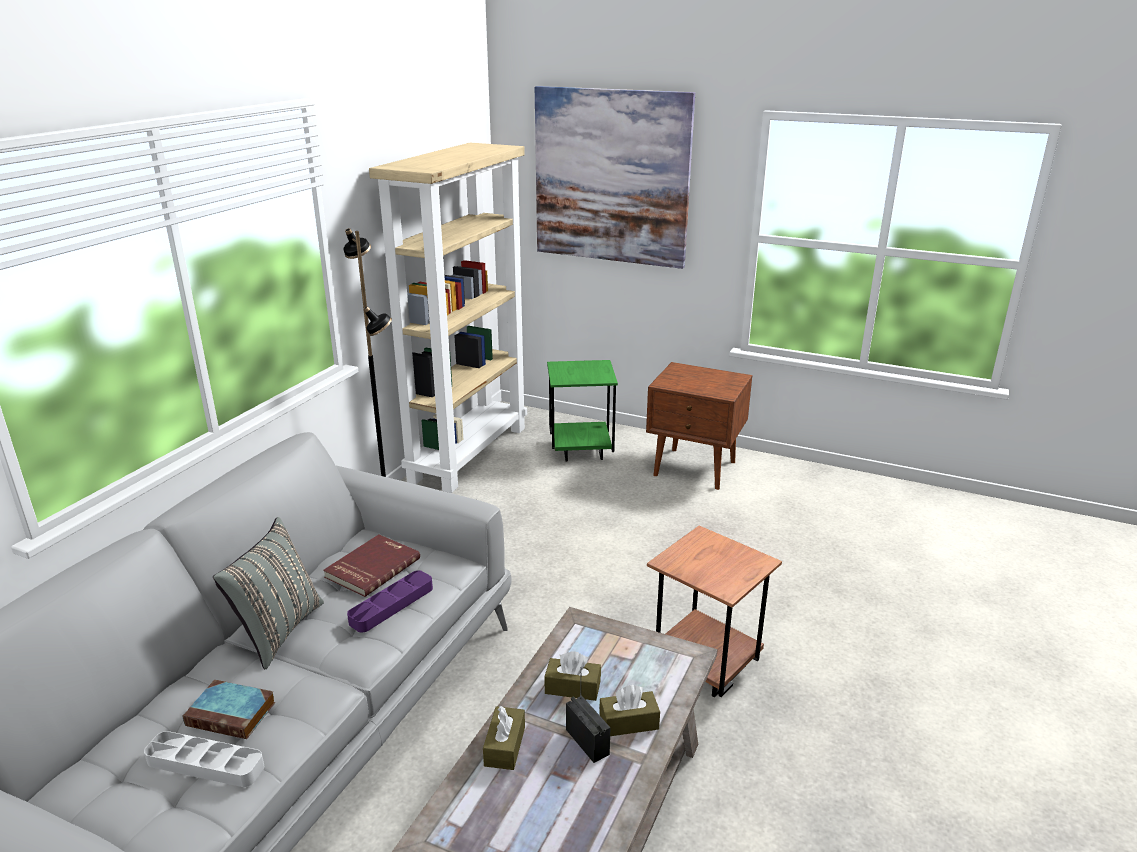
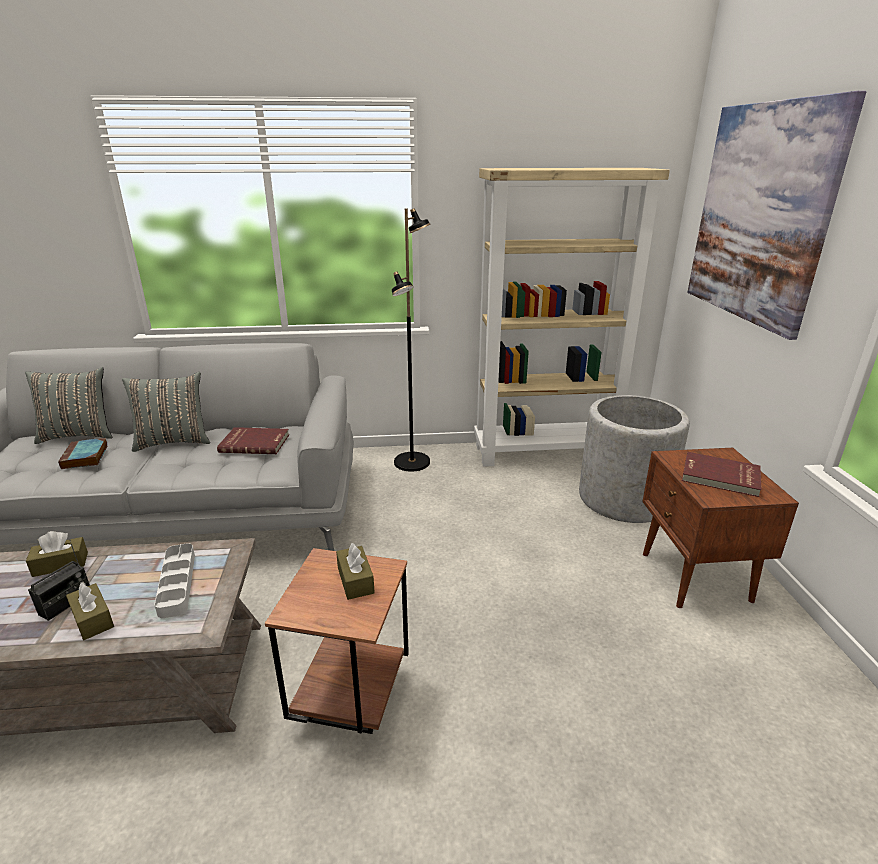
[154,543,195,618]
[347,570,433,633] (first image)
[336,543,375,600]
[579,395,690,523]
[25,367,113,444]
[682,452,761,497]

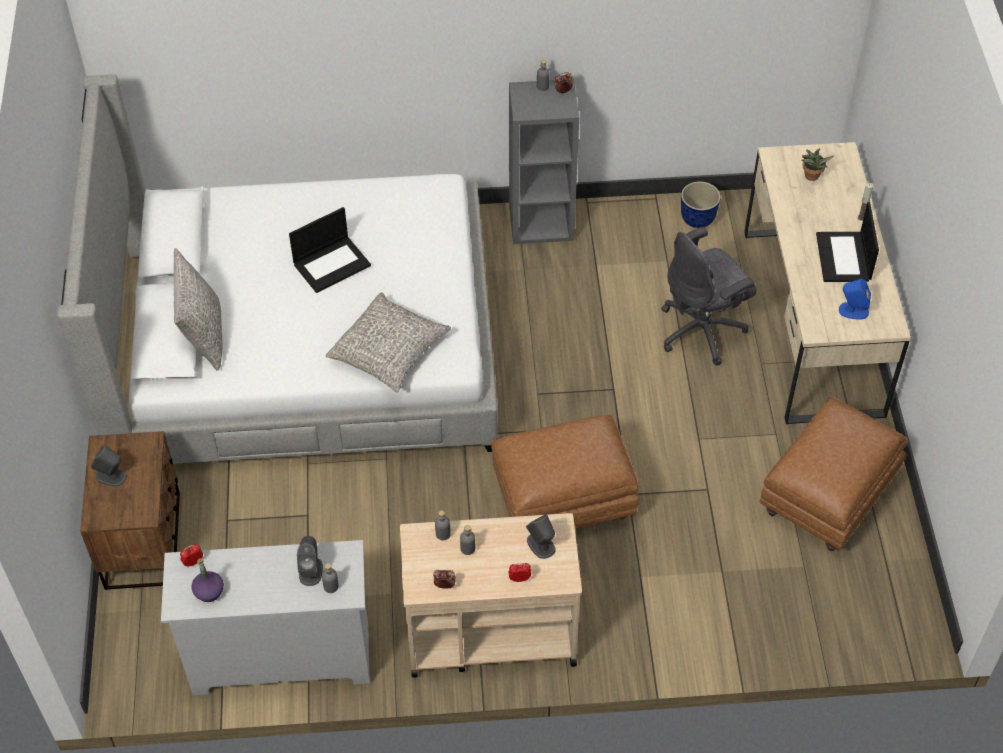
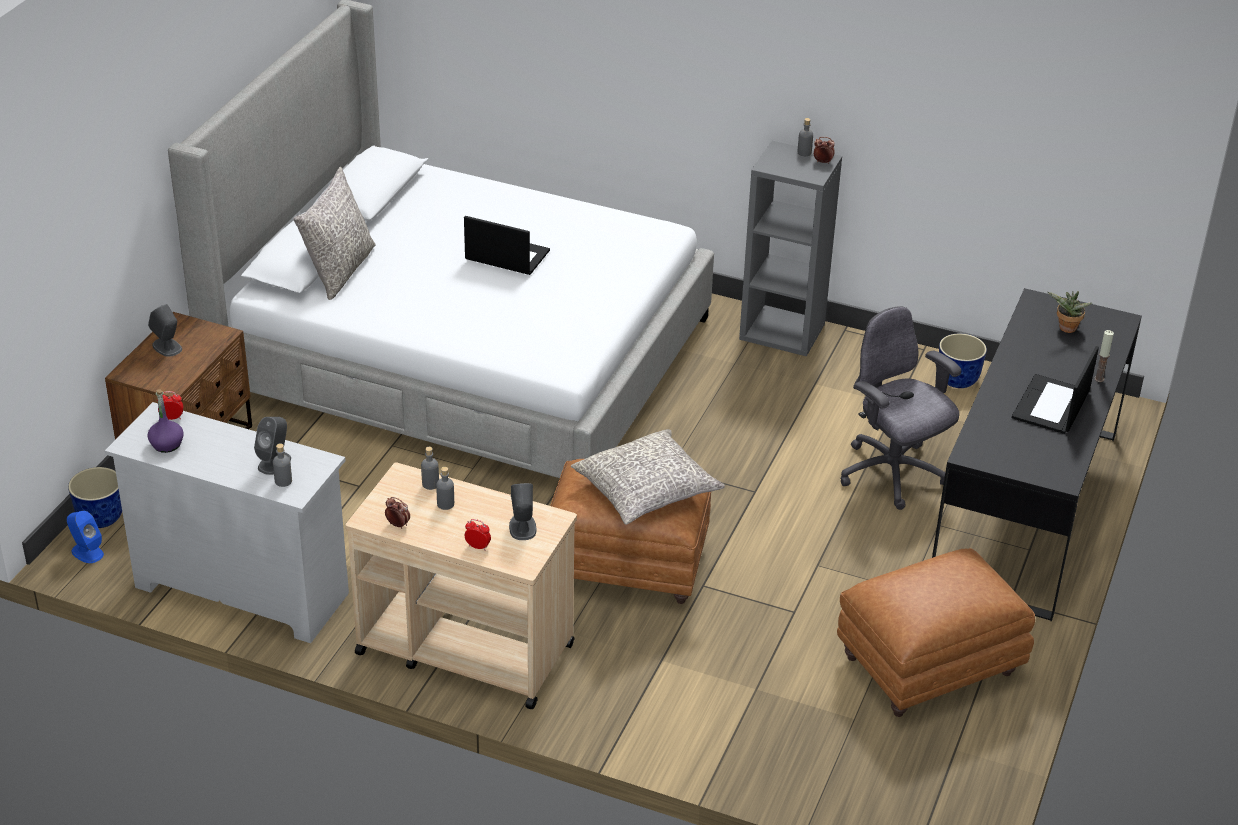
[464,216,550,275]
[571,429,725,525]
[840,306,961,510]
[932,288,1142,622]
[67,511,104,563]
[68,467,122,528]

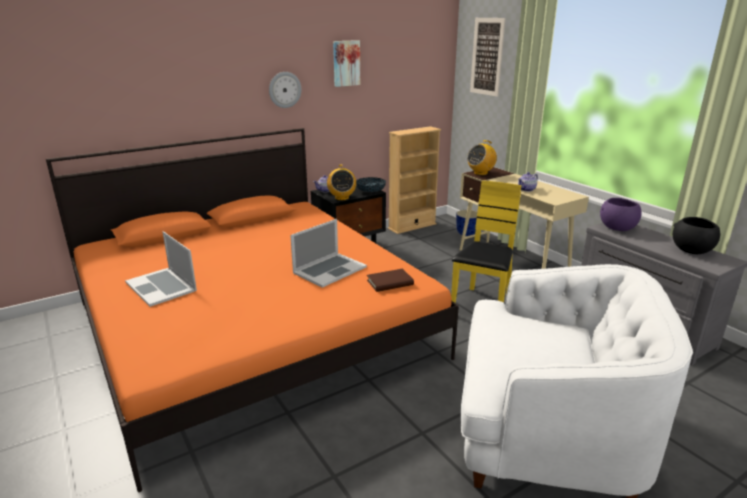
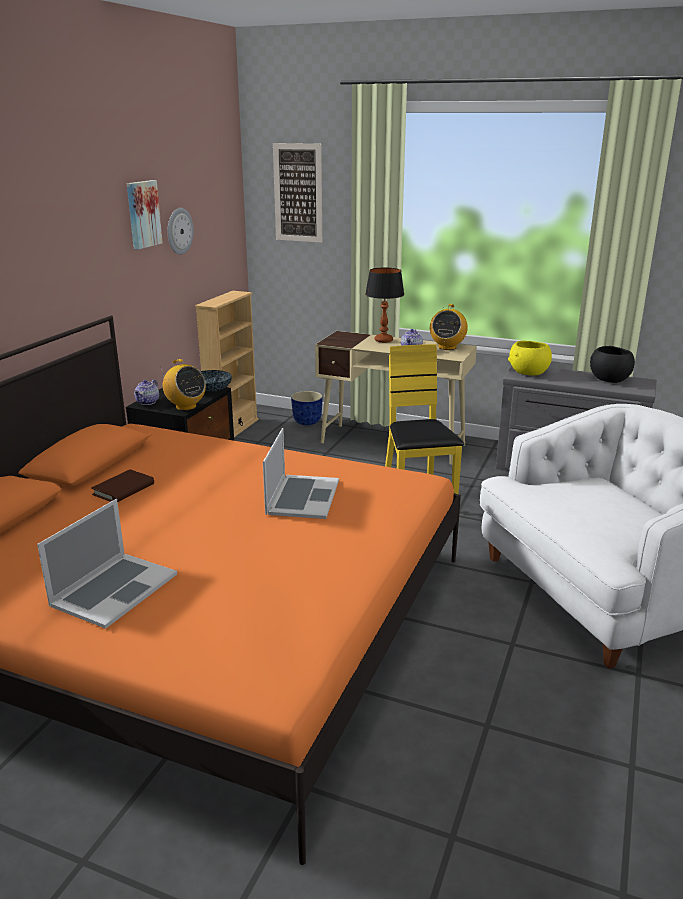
[37,499,177,629]
[167,208,194,255]
[91,469,154,502]
[430,304,468,350]
[508,340,552,375]
[365,268,404,343]

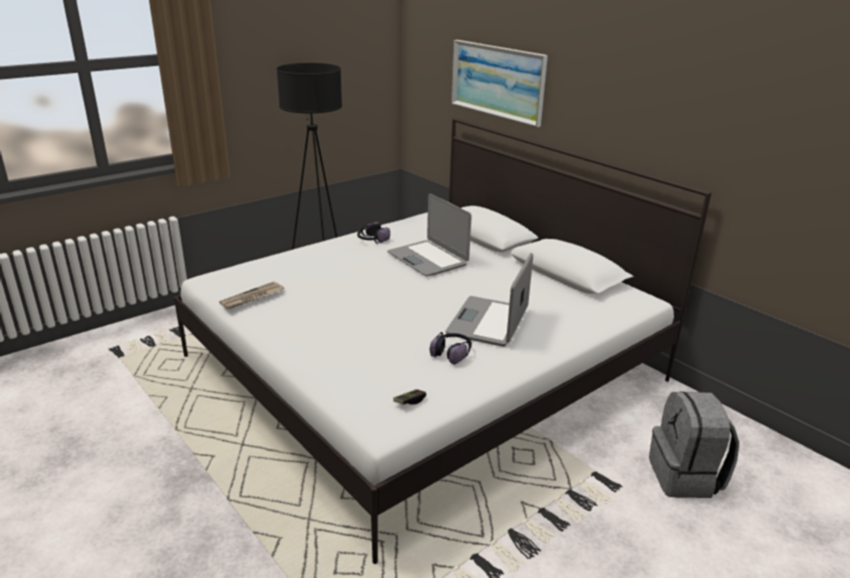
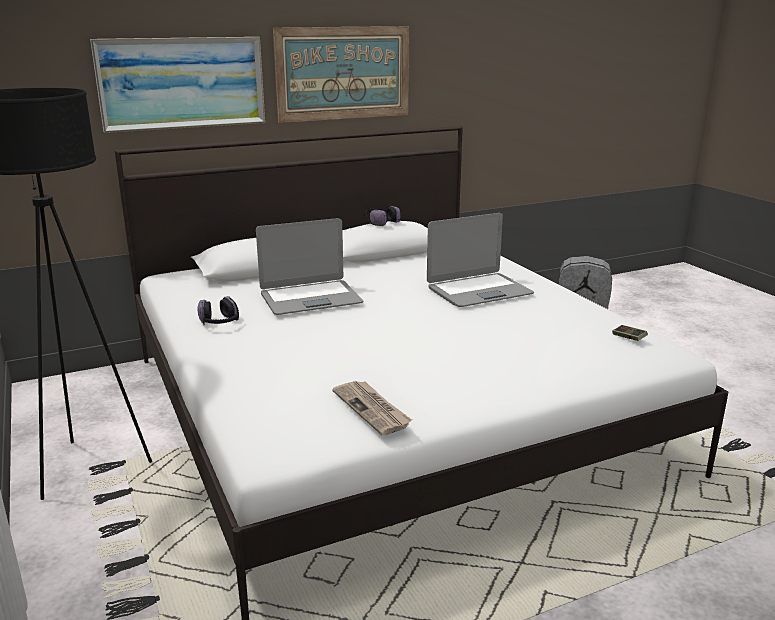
[364,205,401,226]
[427,213,534,307]
[273,26,409,123]

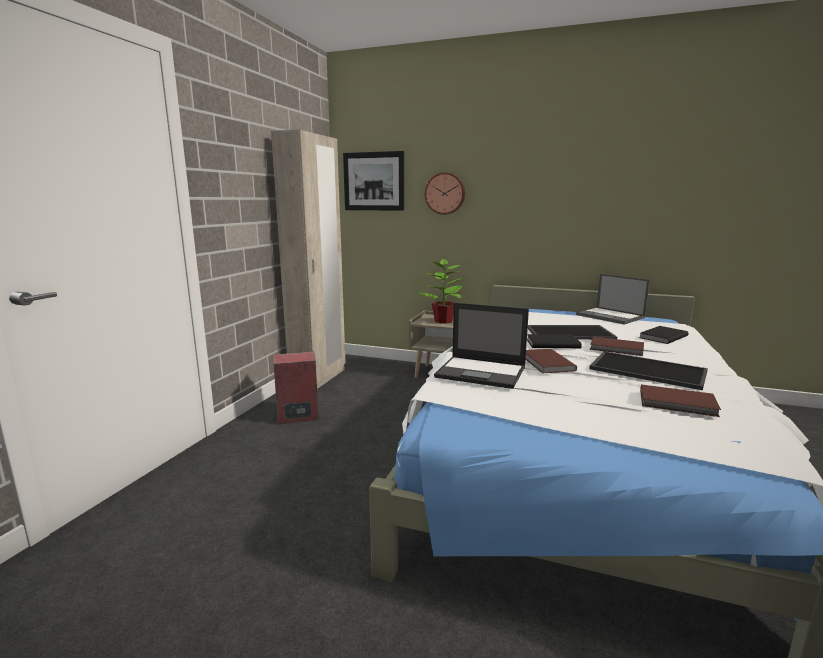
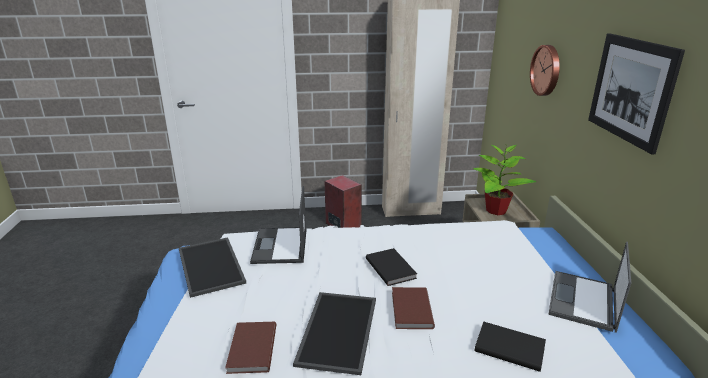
[588,34,685,154]
[526,349,577,373] (first image)
[179,237,246,298]

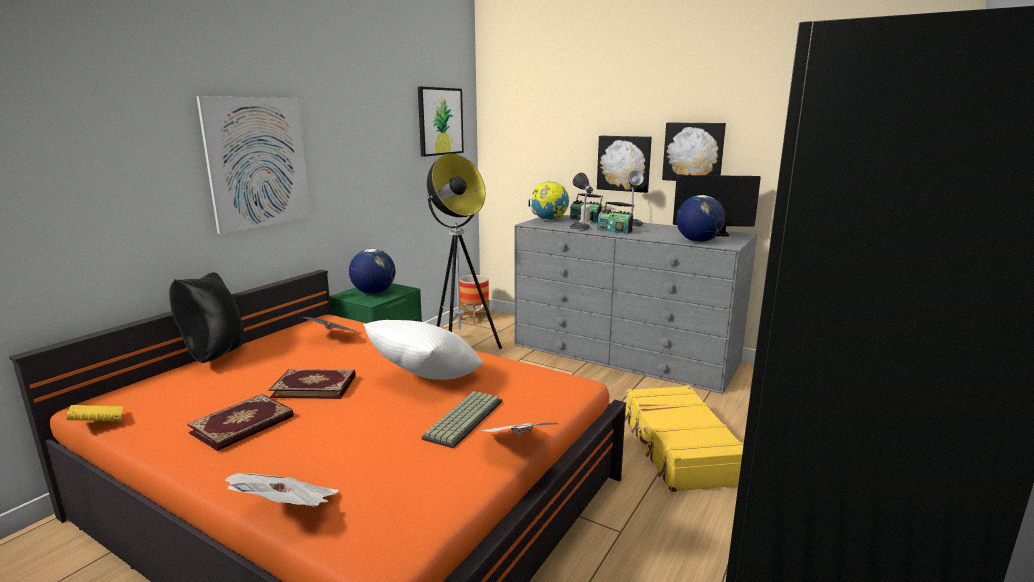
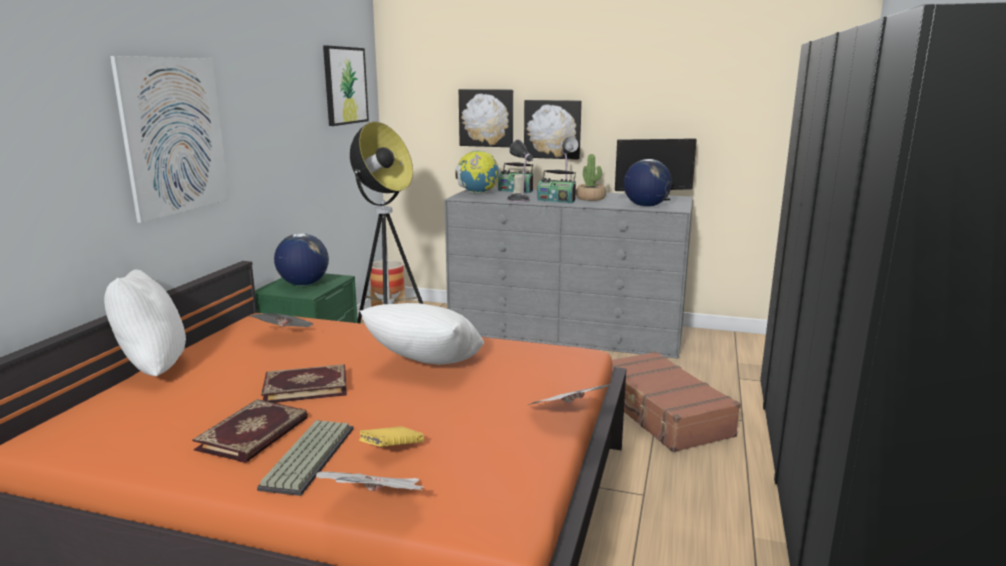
[359,426,424,447]
[104,270,186,376]
[257,420,354,496]
[612,351,741,452]
[459,89,513,147]
[576,154,606,201]

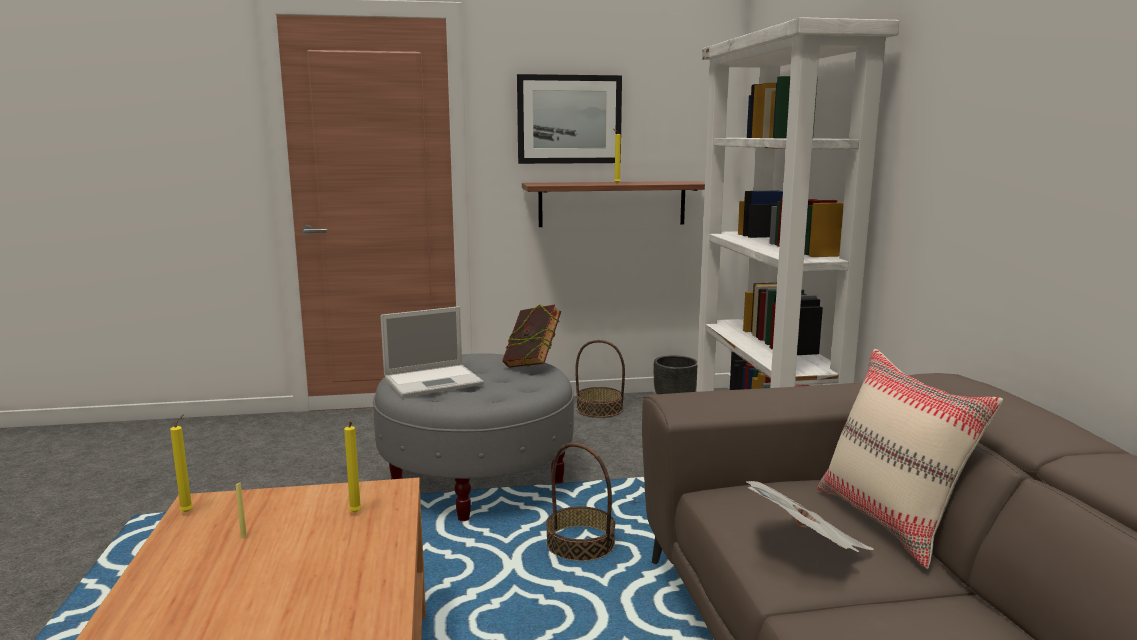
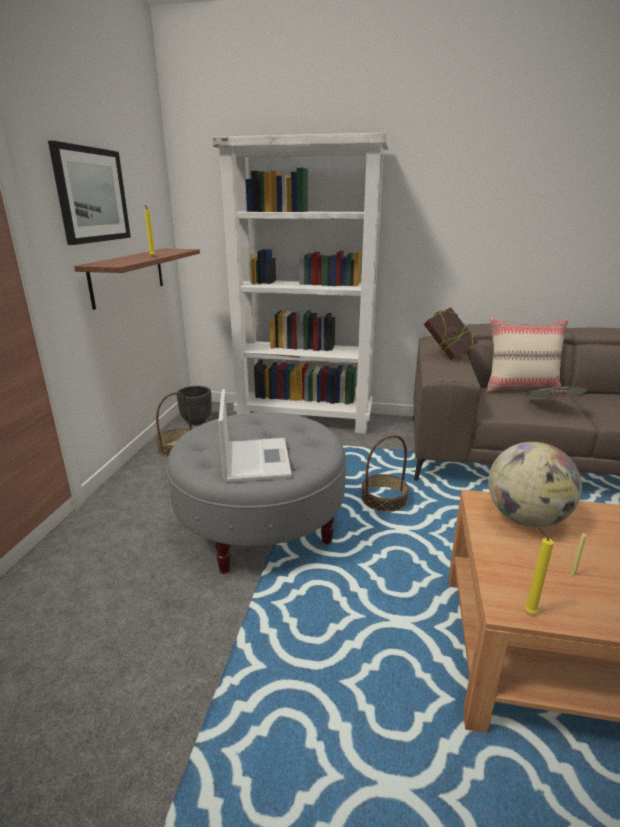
[488,442,582,527]
[424,307,478,360]

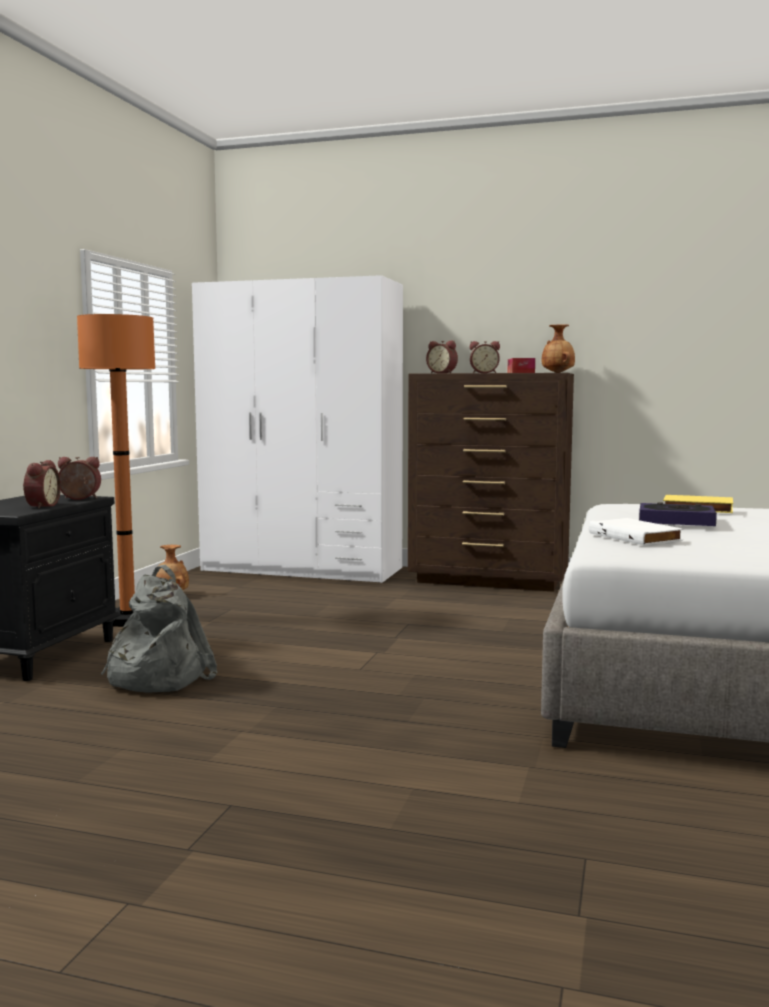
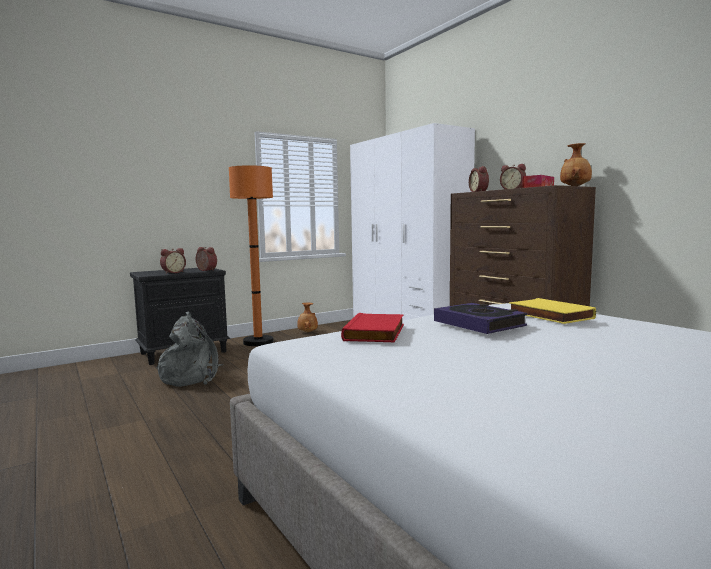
[341,313,404,342]

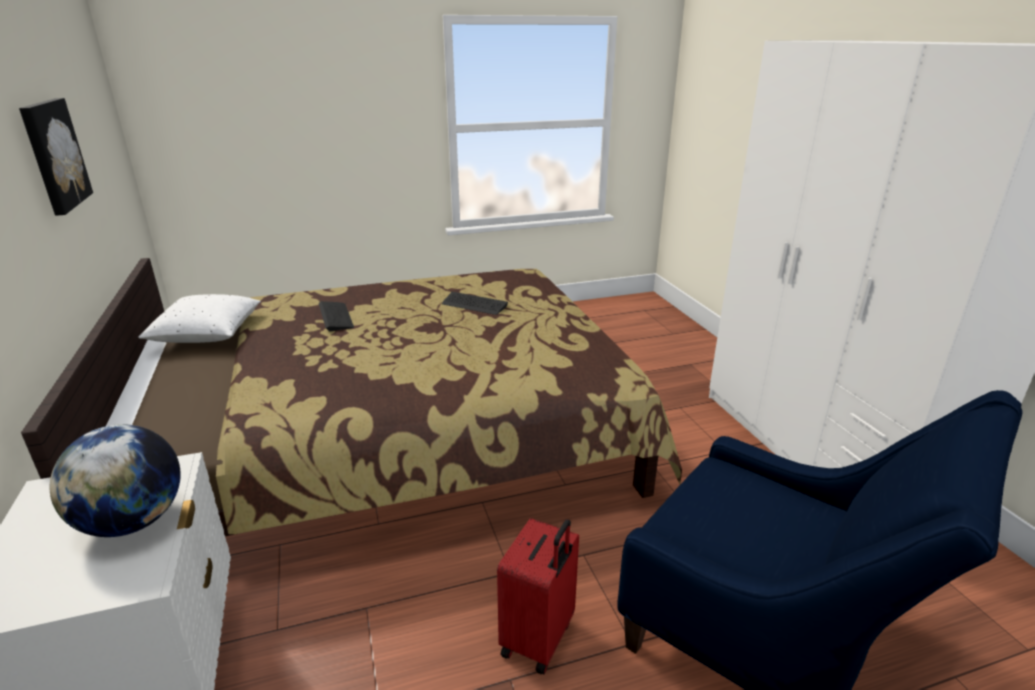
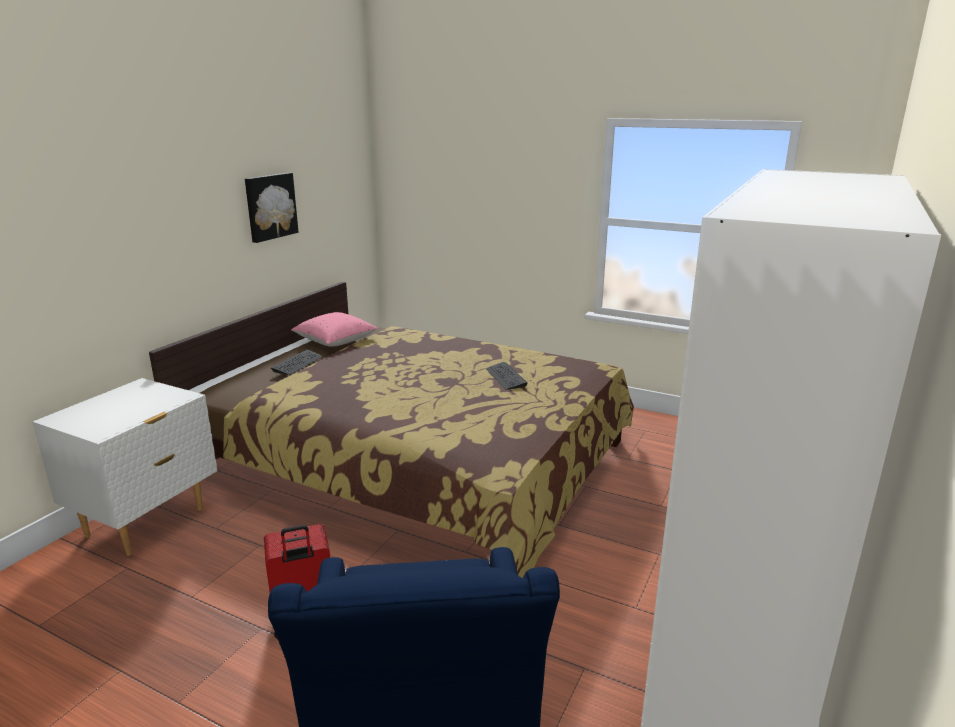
[50,424,181,537] (first image)
[291,312,378,347]
[271,350,322,375]

